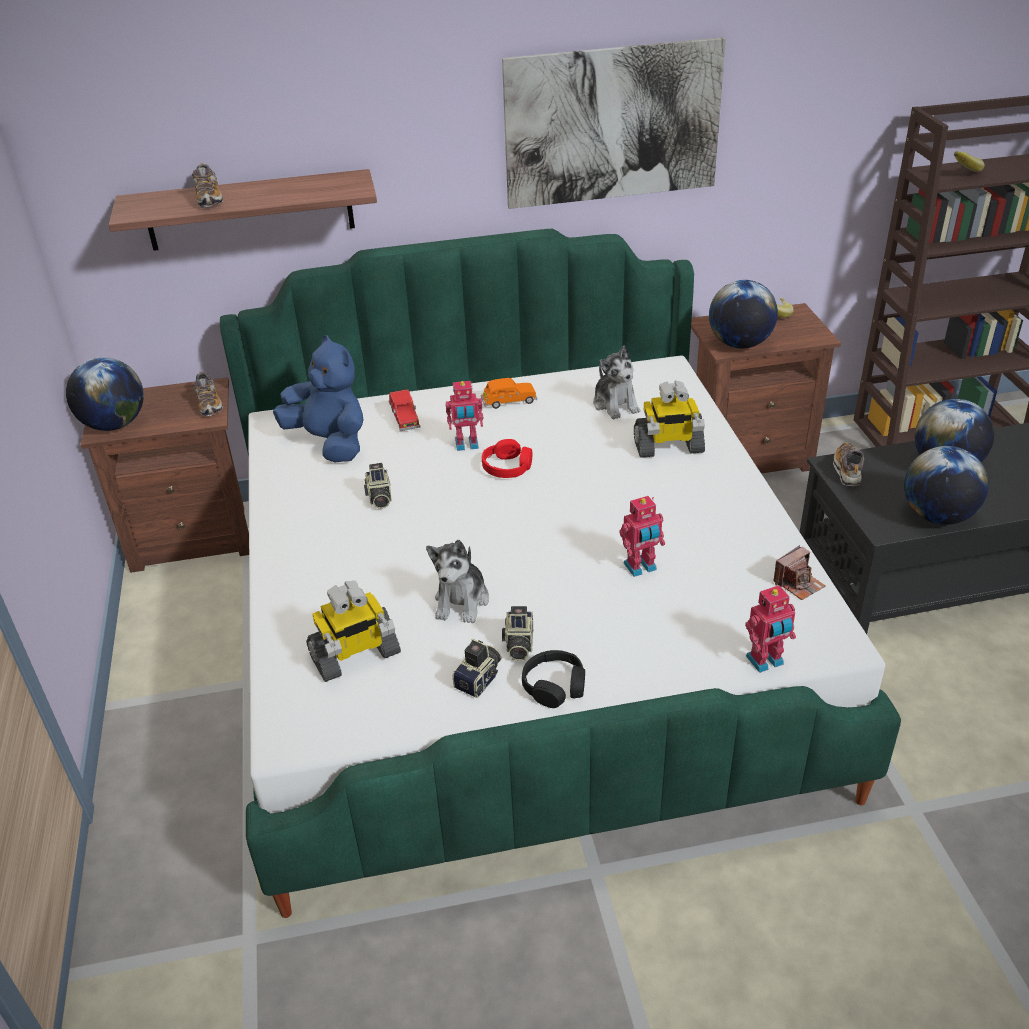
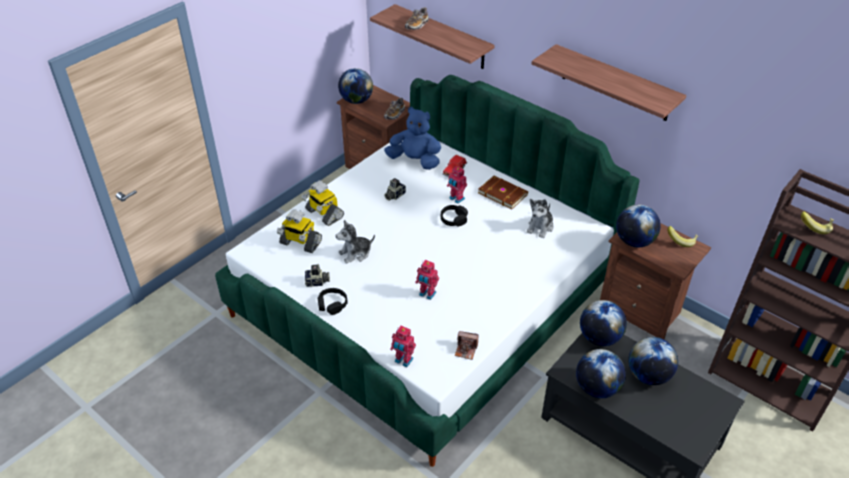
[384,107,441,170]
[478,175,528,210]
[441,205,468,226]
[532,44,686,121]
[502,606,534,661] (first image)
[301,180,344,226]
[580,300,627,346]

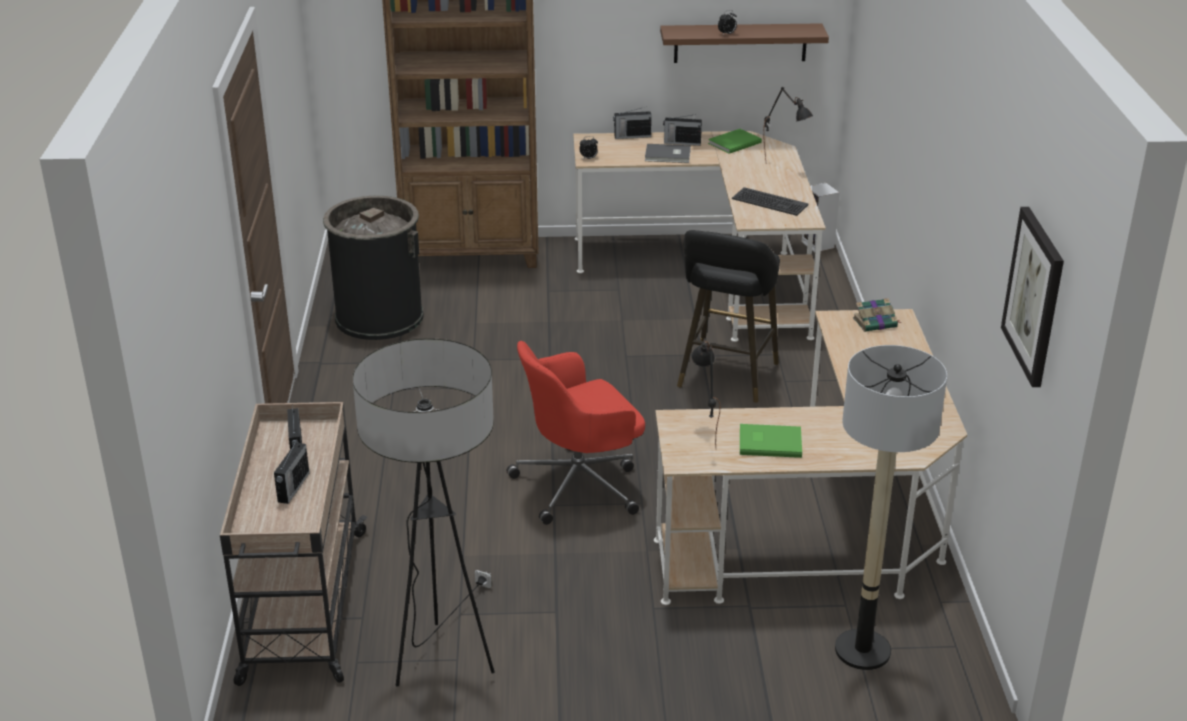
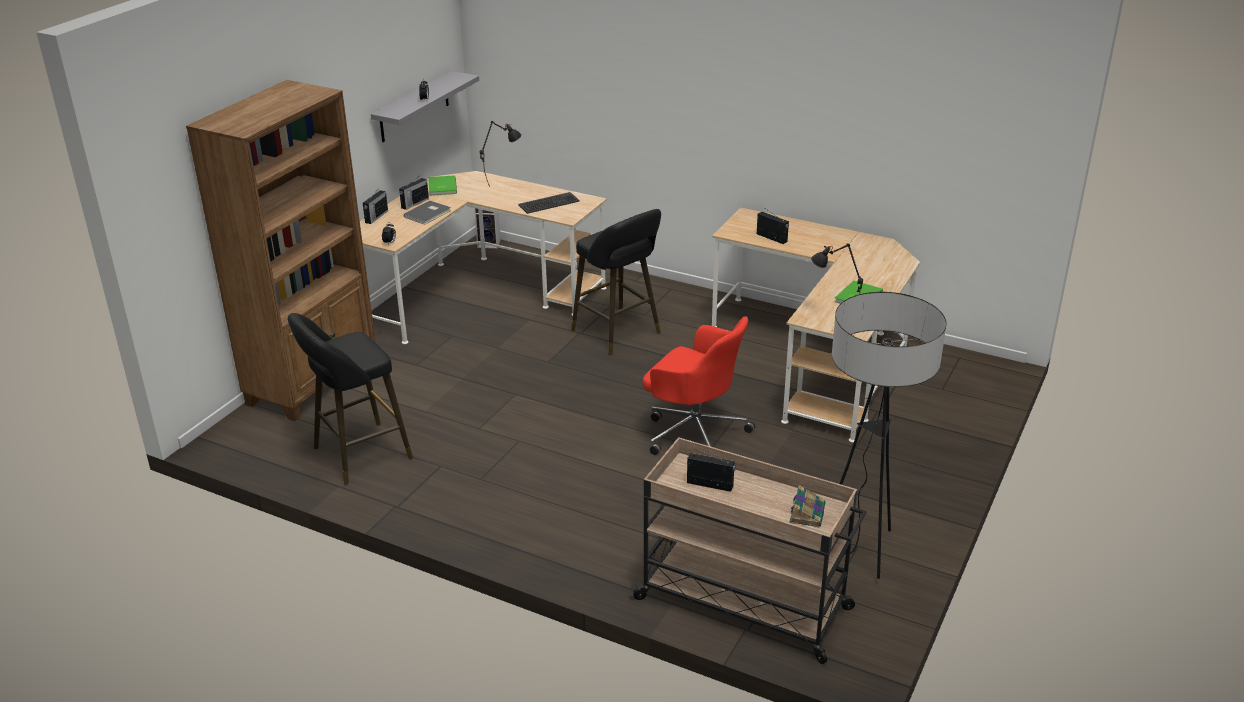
[757,209,789,244]
[288,313,413,485]
[643,316,755,455]
[371,71,479,142]
[835,345,947,670] (first image)
[789,485,825,527]
[1001,207,1064,387] (first image)

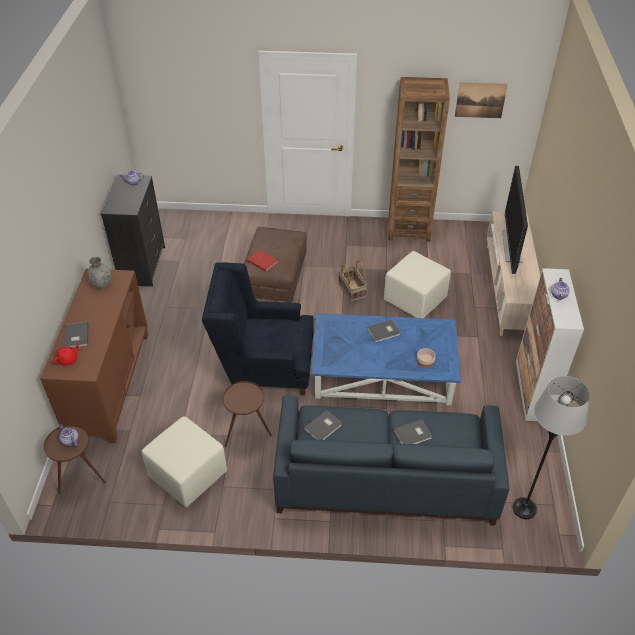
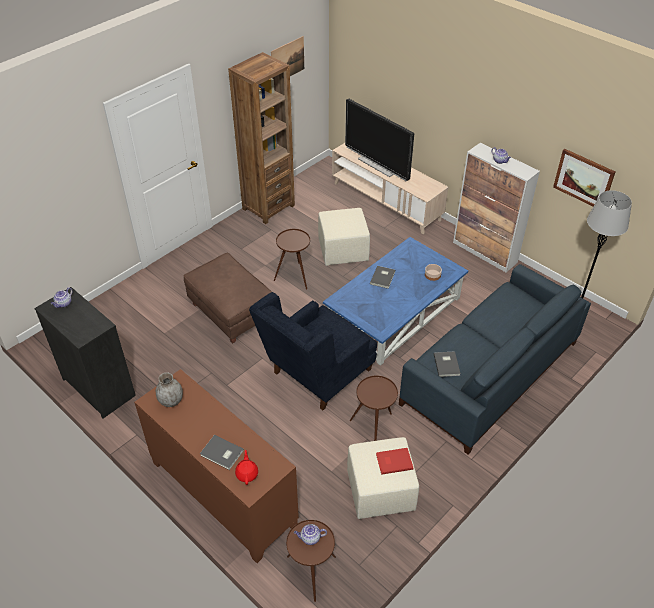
[376,448,413,475]
[274,229,310,289]
[394,419,432,444] (first image)
[553,149,615,206]

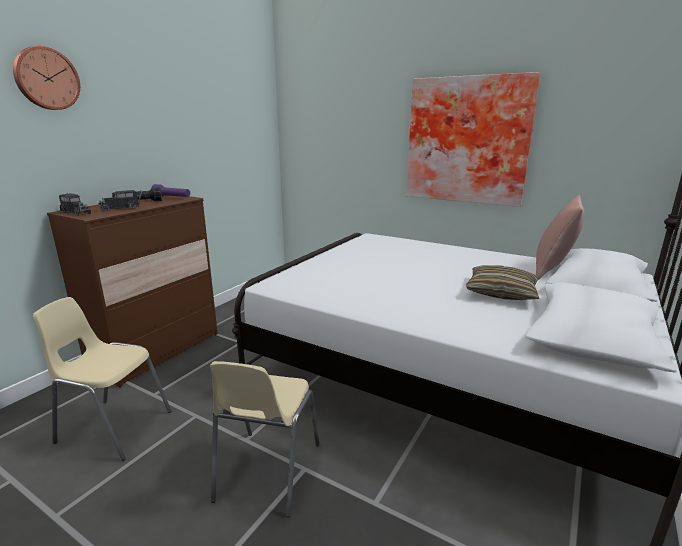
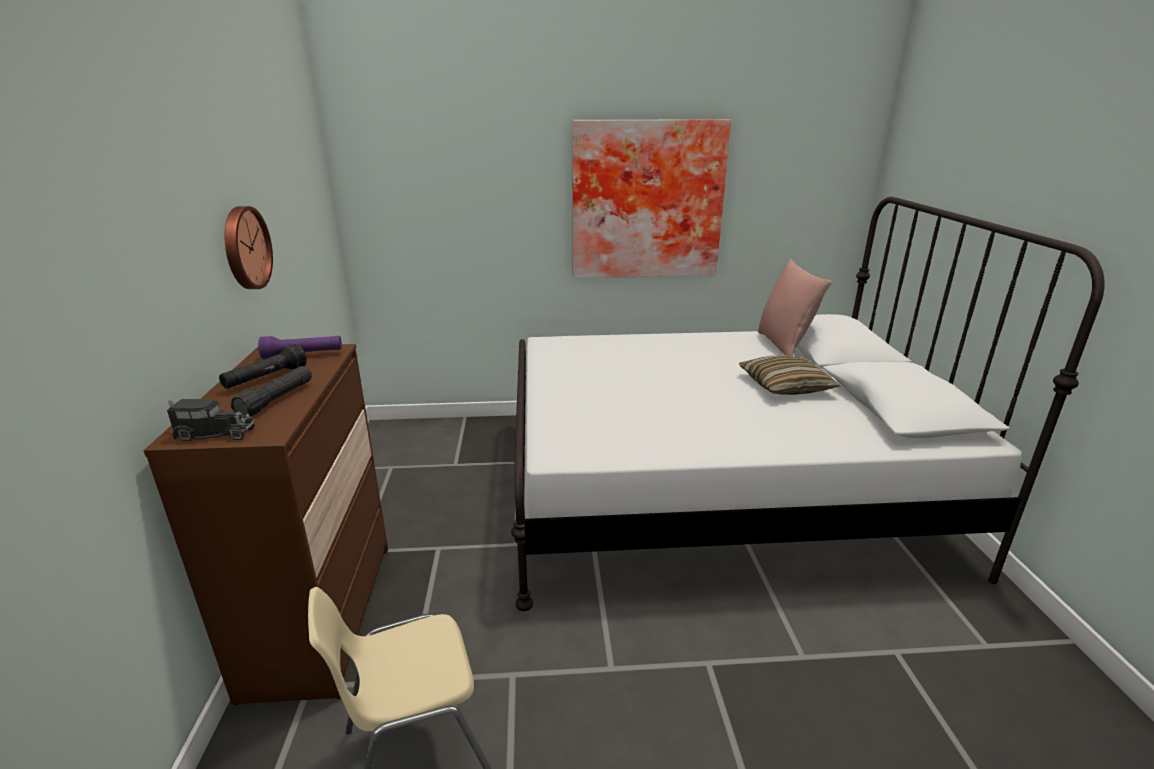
[225,206,273,289]
[231,366,312,416]
[210,361,319,518] (first image)

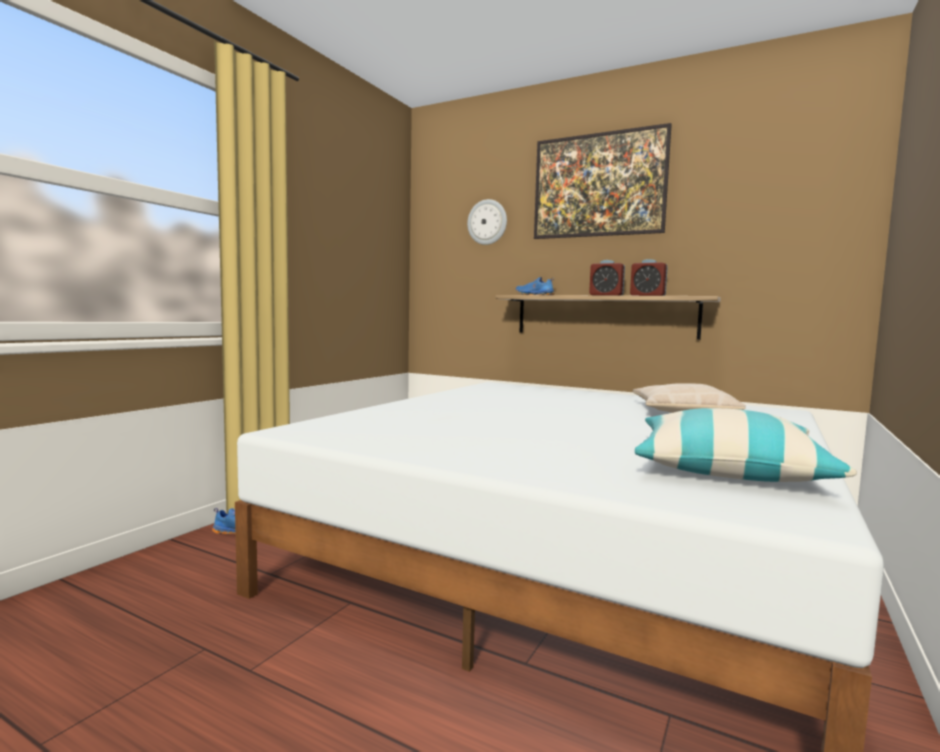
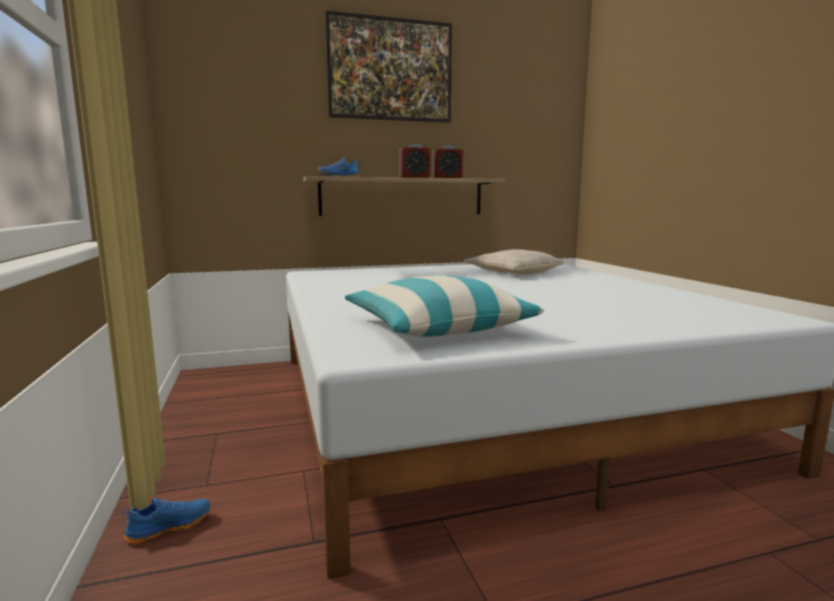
[467,199,507,245] (first image)
[345,275,544,337]

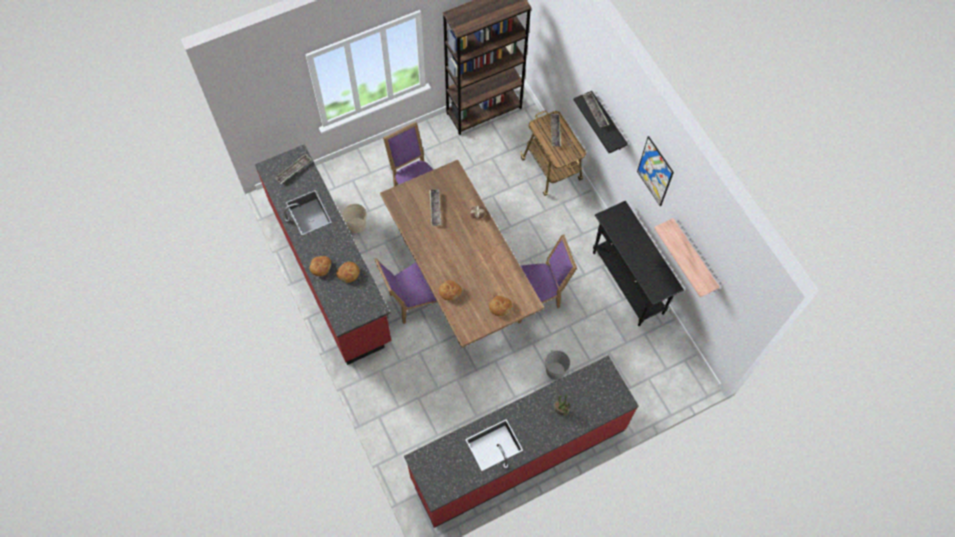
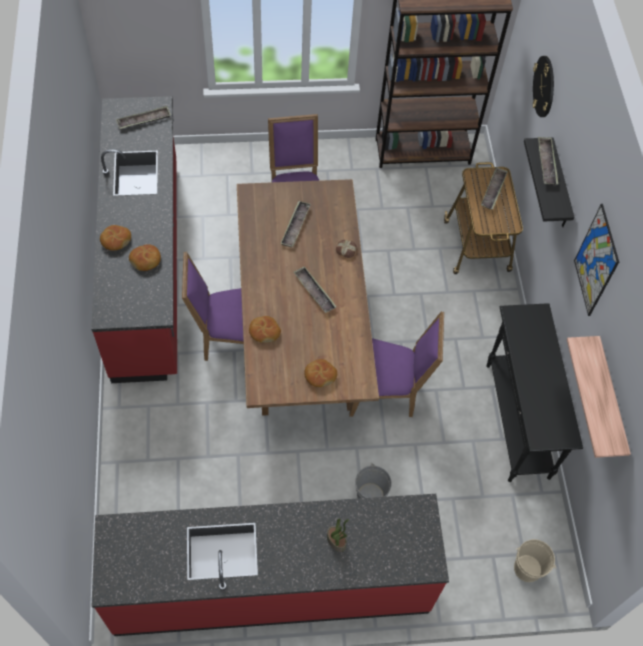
[514,539,556,582]
[293,266,336,313]
[533,56,554,117]

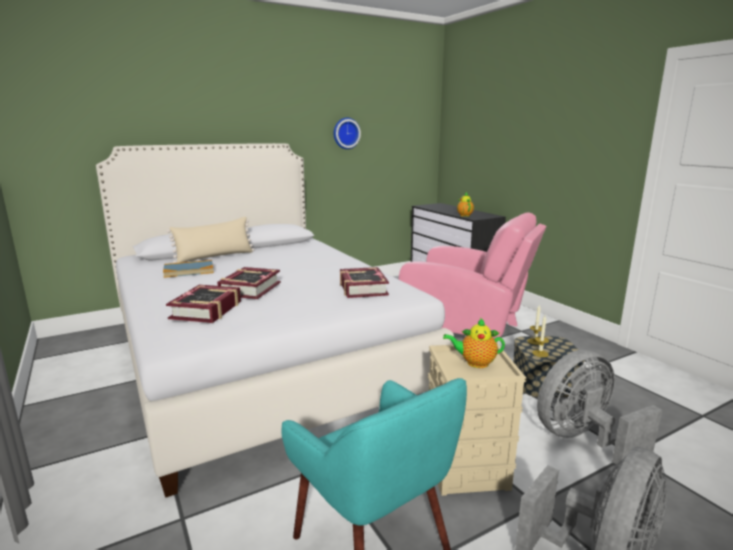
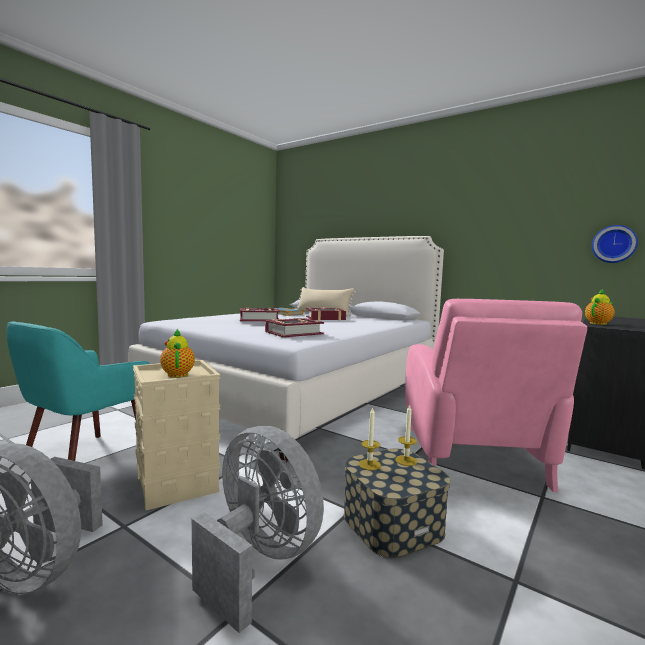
[306,307,346,321]
[592,225,638,263]

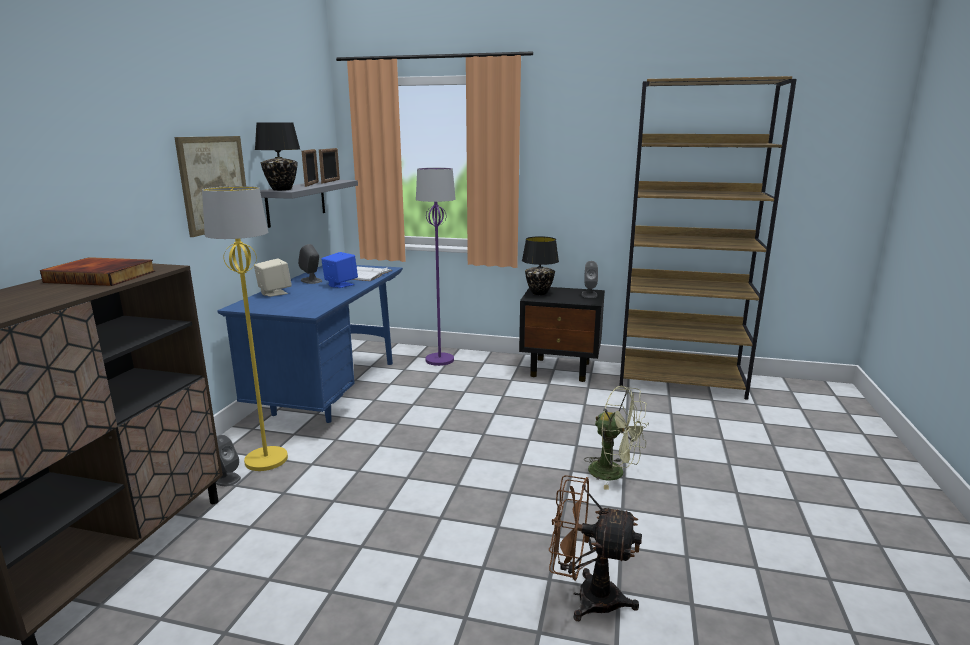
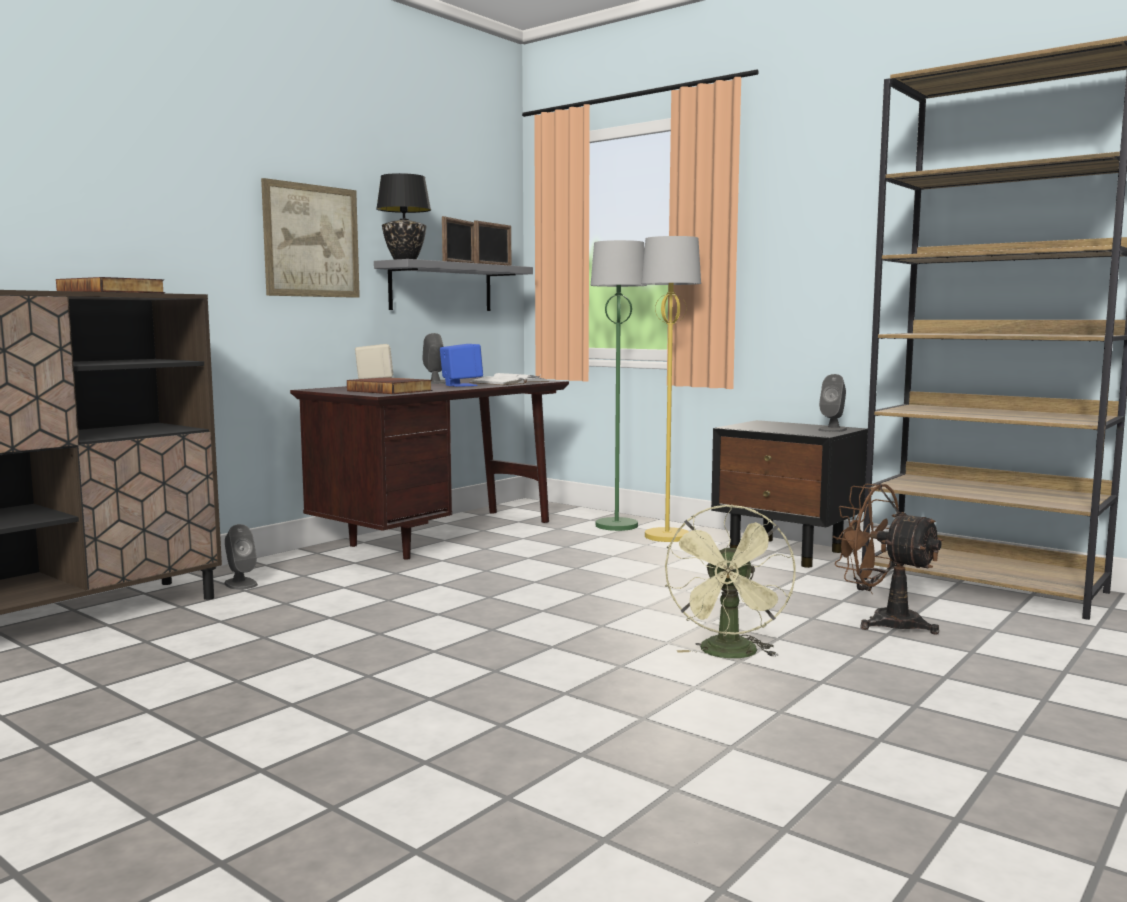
[641,236,701,542]
[290,377,569,560]
[591,240,647,531]
[522,236,559,295] (first image)
[832,484,943,635]
[665,504,796,658]
[347,377,432,394]

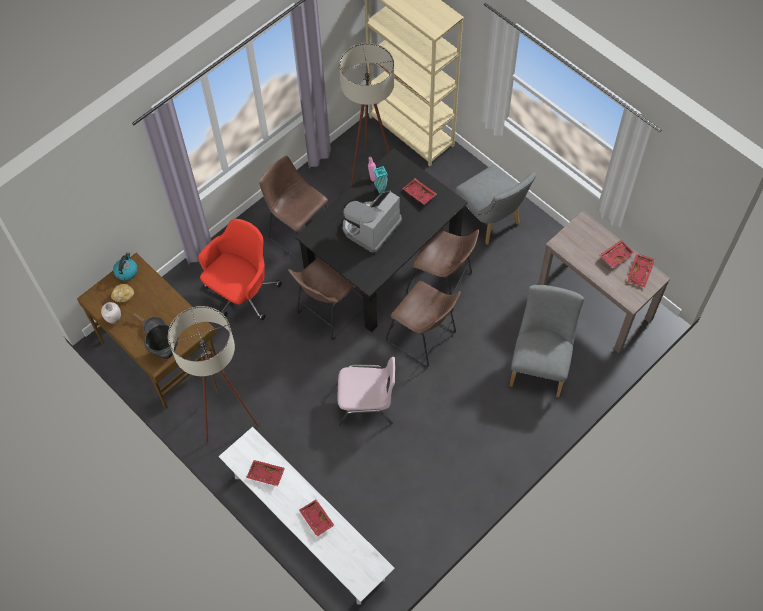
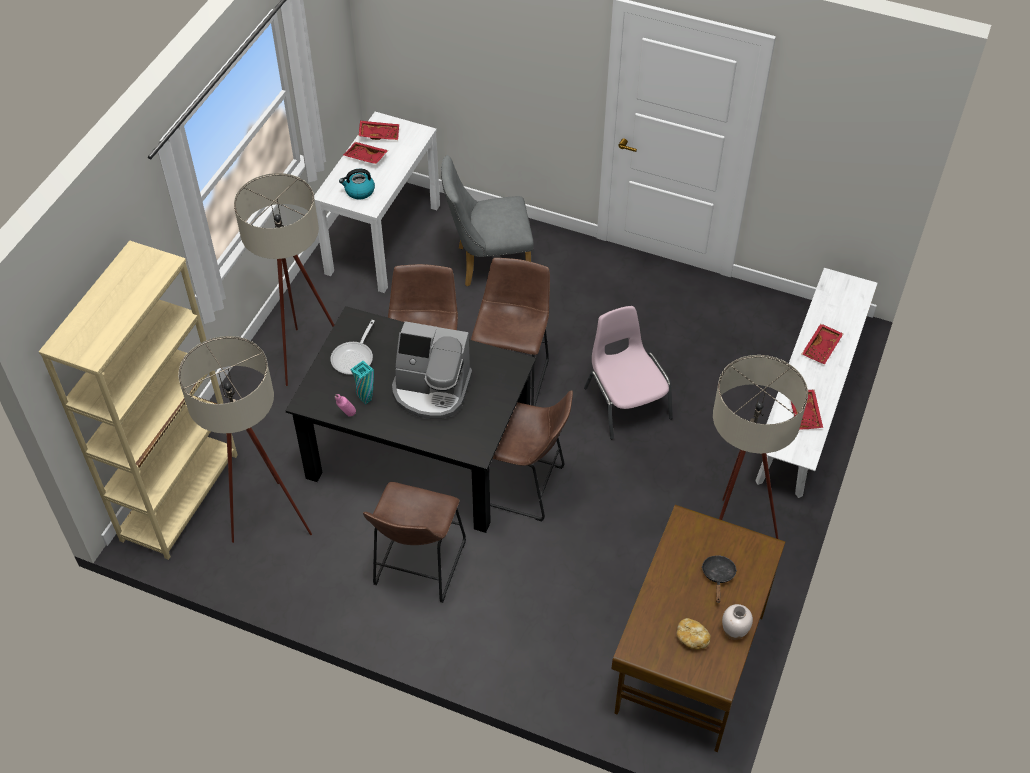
[339,169,375,200]
[144,324,178,359] (first image)
[198,219,282,320] (first image)
[331,320,375,375]
[234,173,334,386]
[314,112,440,293]

